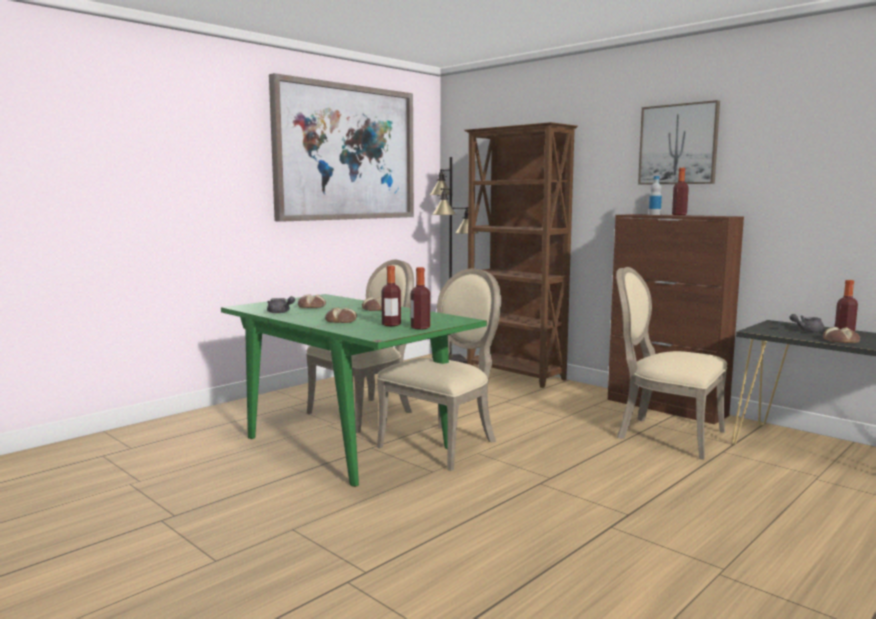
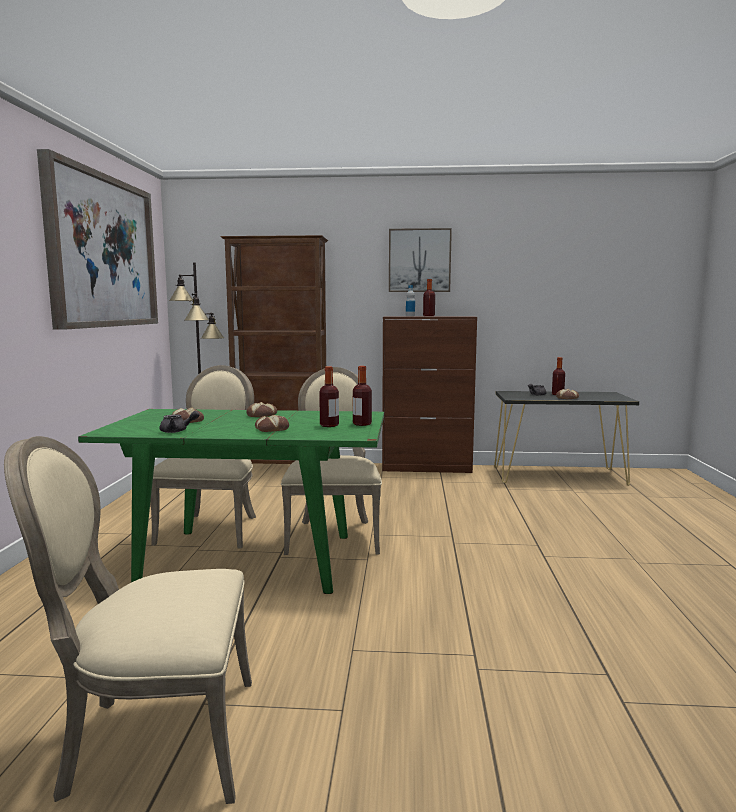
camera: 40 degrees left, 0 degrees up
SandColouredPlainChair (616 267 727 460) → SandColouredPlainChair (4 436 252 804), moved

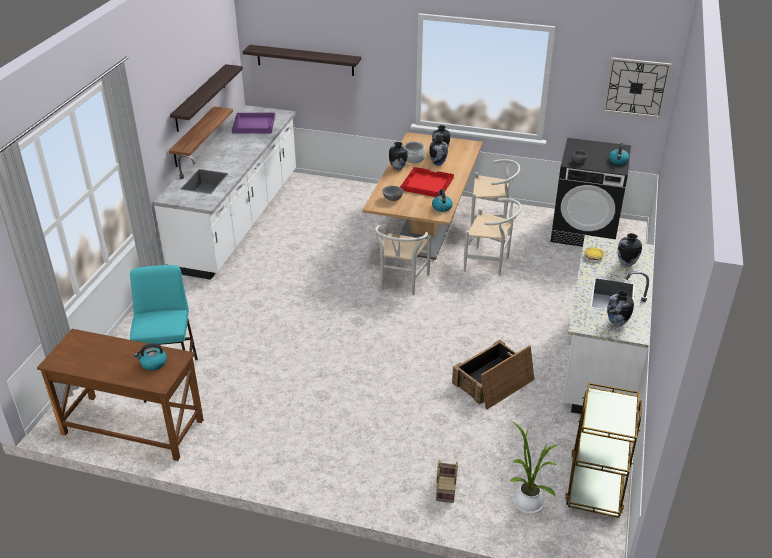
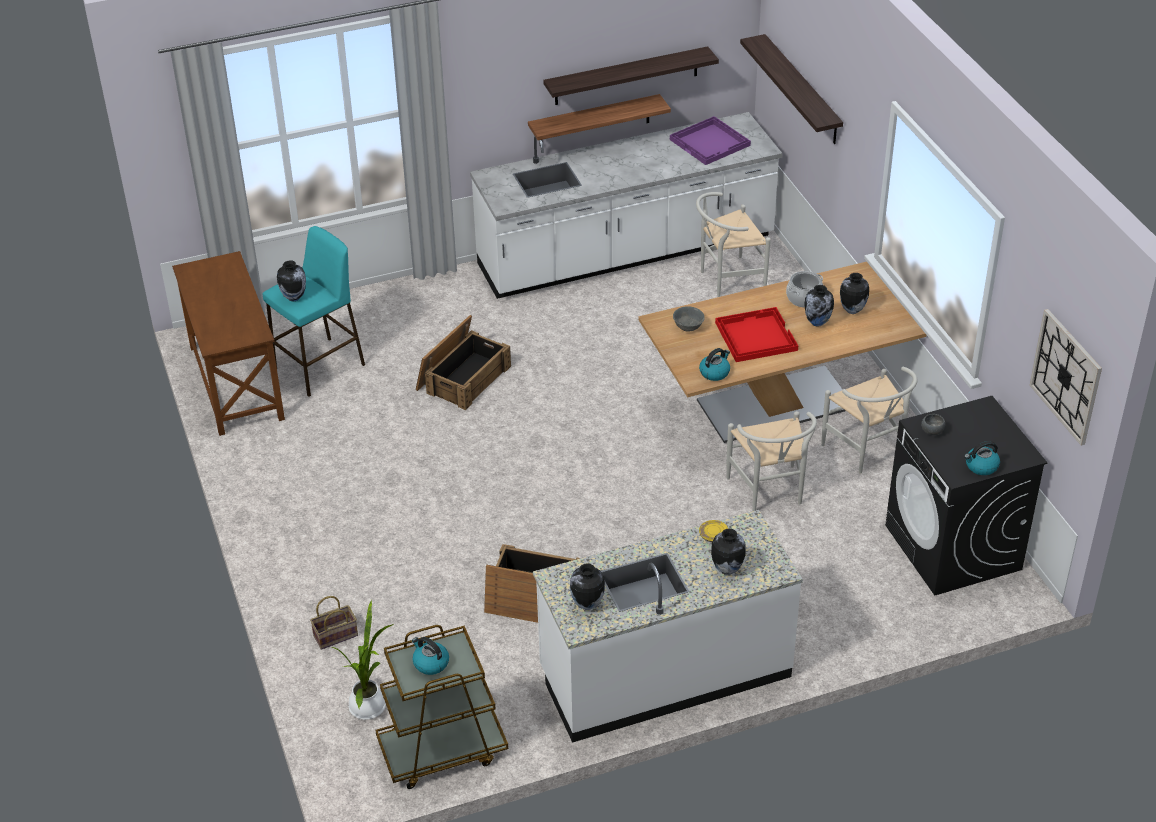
camera: 55 degrees right, 5 degrees up
DecorativeVase (389 142 407 170) → DecorativeVase (277 260 306 301), moved
WhitePlainChair (375 225 432 295) → WhitePlainChair (696 192 771 297), moved
WaterKettle (134 343 167 371) → WaterKettle (412 637 449 675), moved
- → ShippingCrate (416 315 511 410)

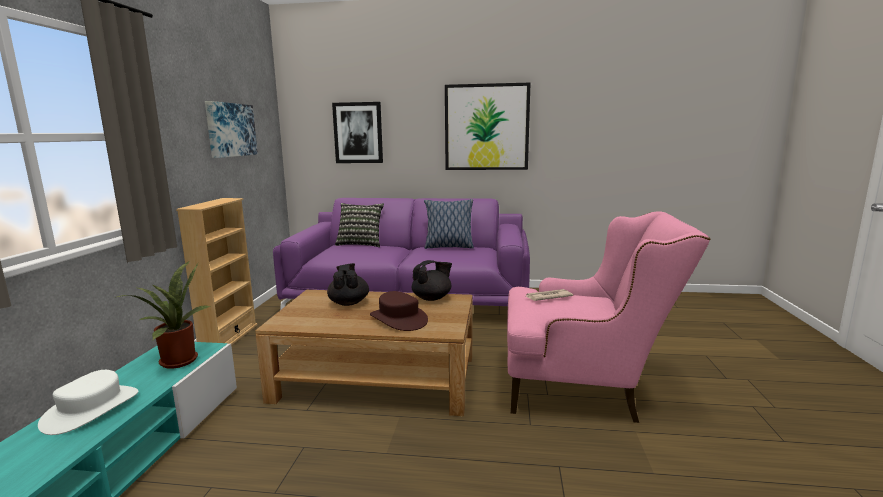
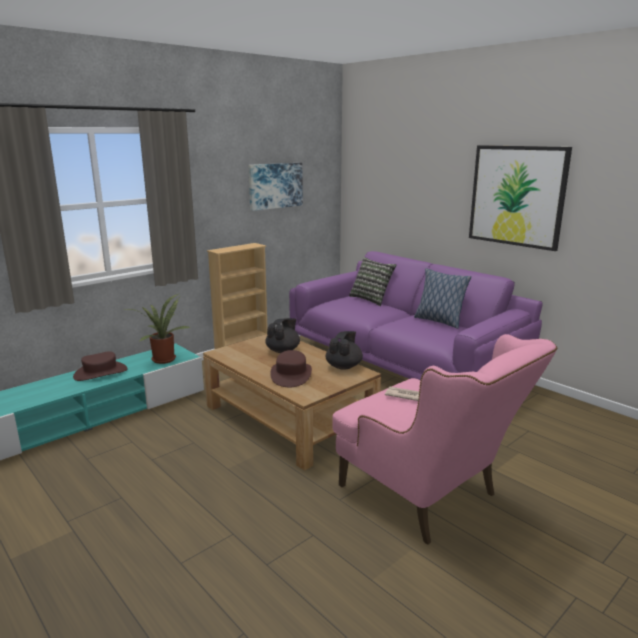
camera: 40 degrees right, 5 degrees up
WallArt (332 102 383 163) → -
BlackTeapot (412 260 452 301) → BlackTeapot (326 331 363 369), 75 degrees counterclockwise
WhiteWearableHat (38 370 138 435) → BrownColouredWearableHat (73 351 128 381)

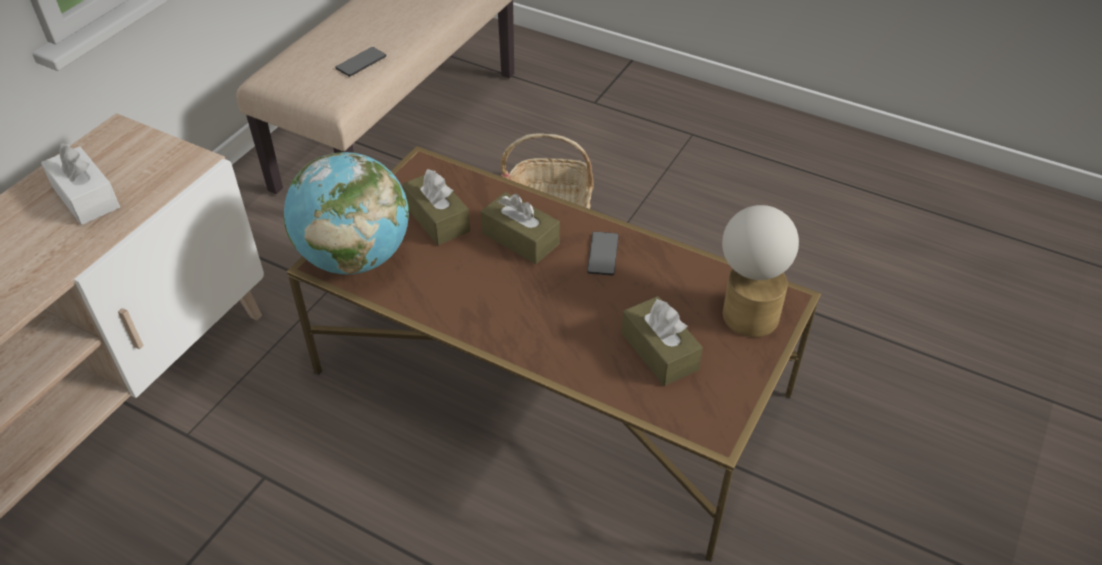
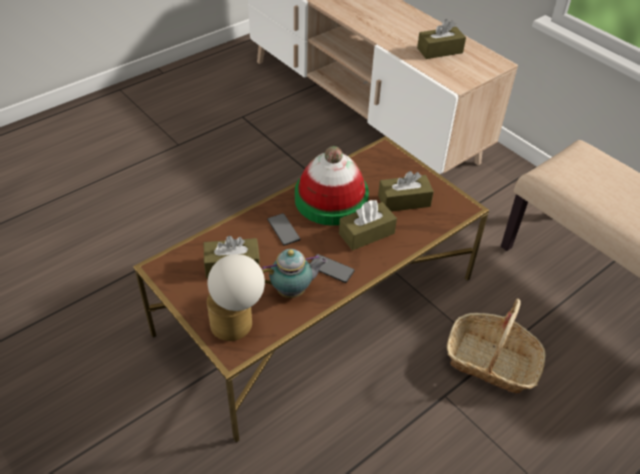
camera: 110 degrees right, 0 degrees up
Phone (336 47 386 76) → Phone (267 213 300 246), moved
WhiteTissueBox (41 143 120 225) → BrownColouredTissueBox (417 19 466 59)
WorldGlobe (284 152 409 274) → -
- → WearableHat (295 146 369 225)
- → Teapot (262 249 328 298)

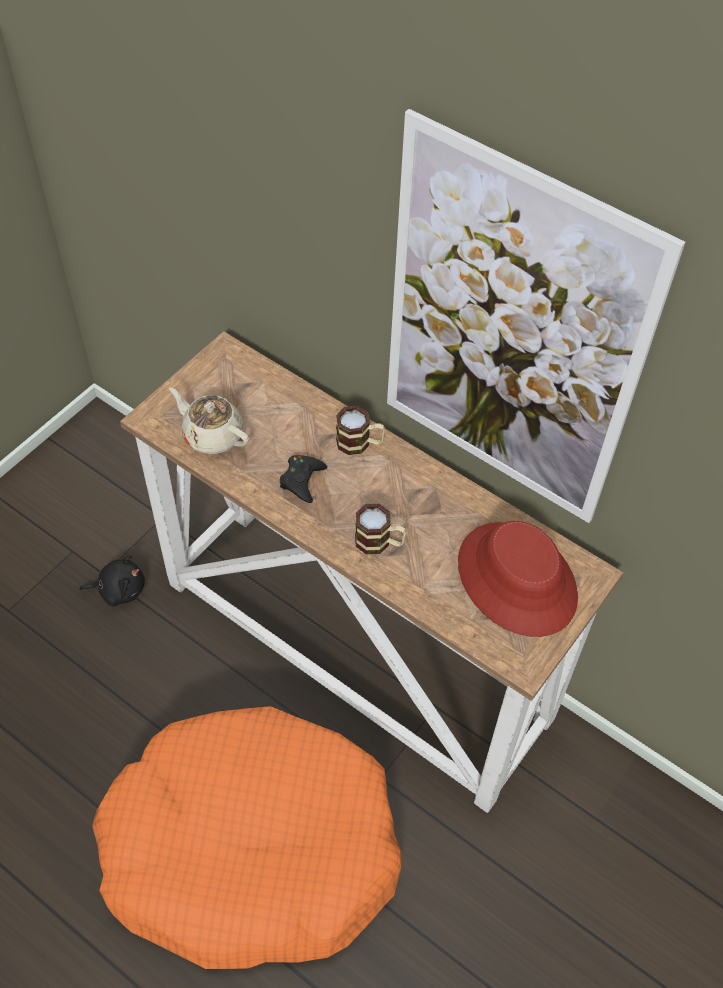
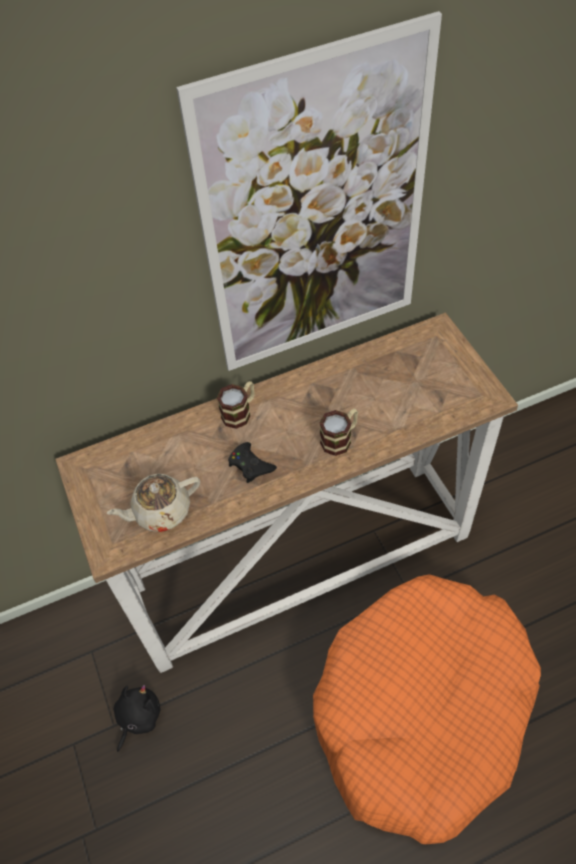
camera: 55 degrees left, 0 degrees up
RedWearableHat (458 521 578 637) → -

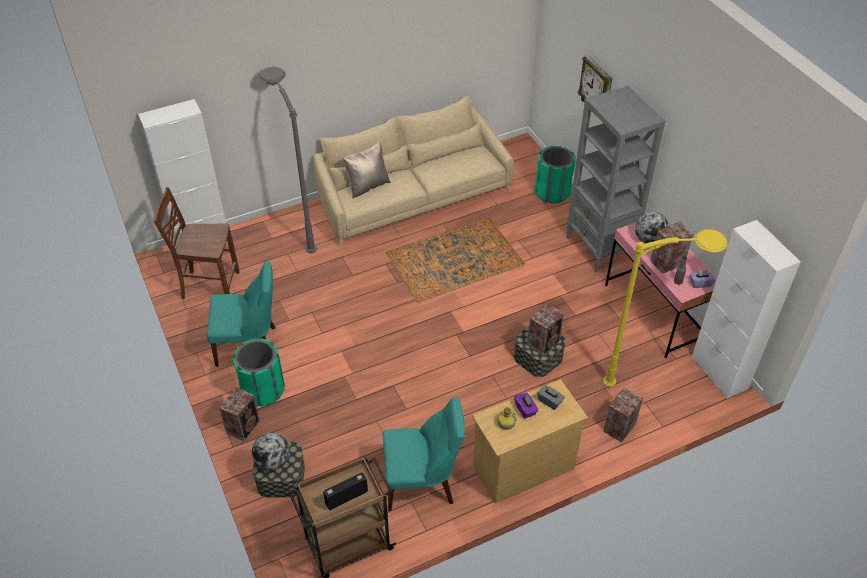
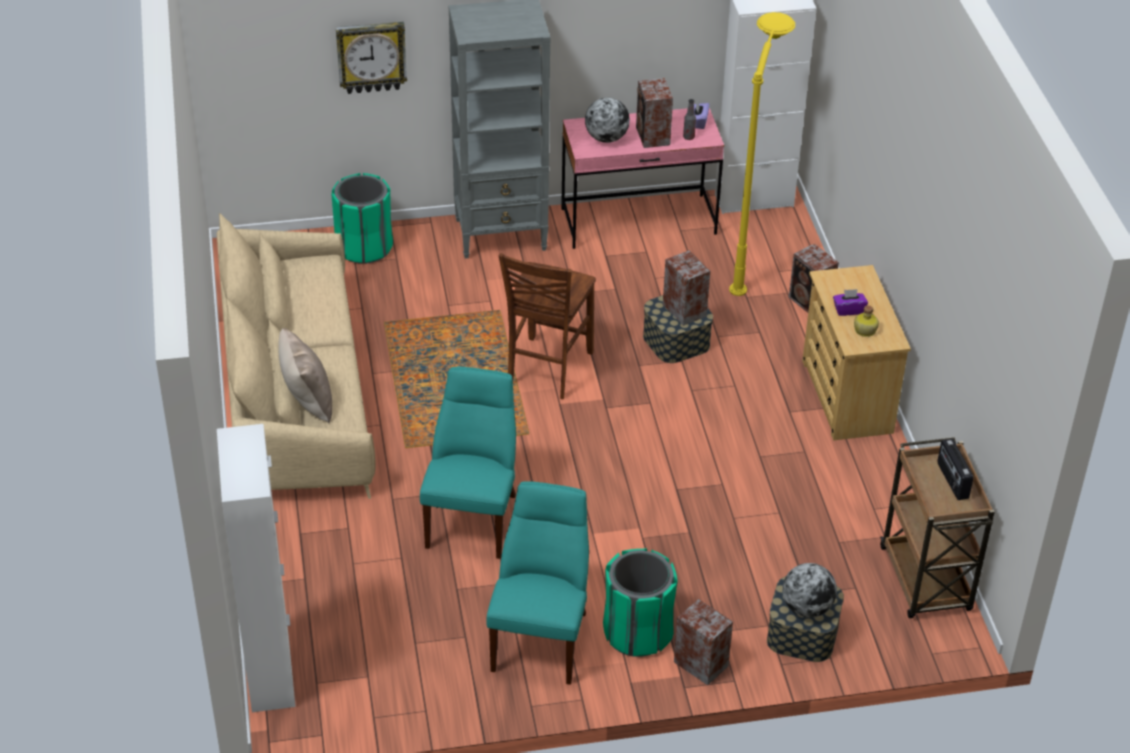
camera: 75 degrees left, 5 degrees down
GreyFloorLamp (259 67 317 253) → -
BrownColouredPlainChair (154 187 240 299) → BrownColouredPlainChair (499 253 596 399), moved
GreyTissueBox (537 385 565 410) → -
BlueGreenPlainChair (383 397 465 511) → BlueGreenPlainChair (420 367 516 559), moved

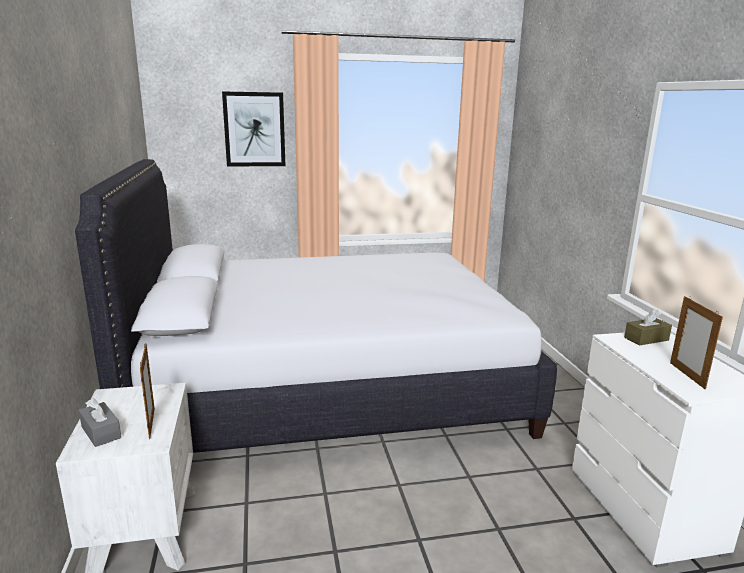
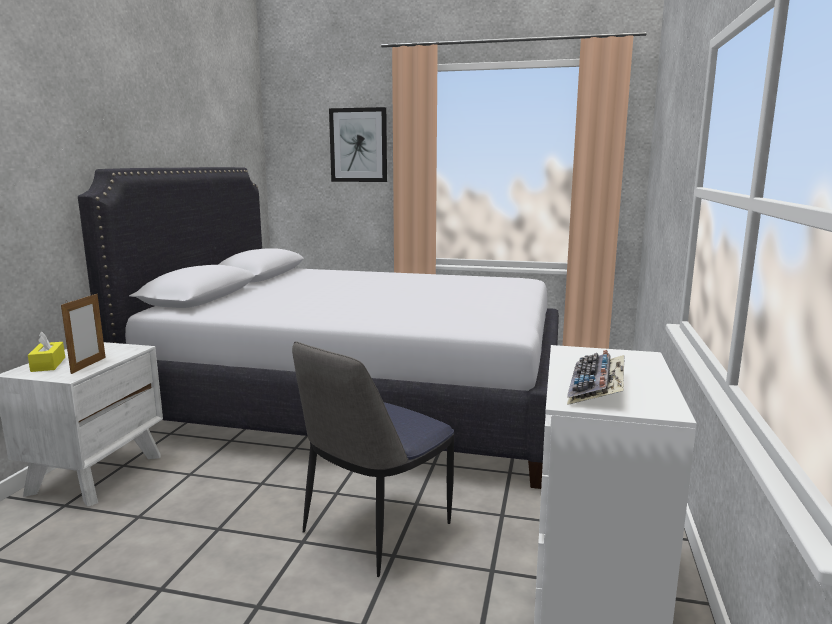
camera: 25 degrees right, 5 degrees down
StandingFrame (670 296 723 389) → PcKeyboard (567 350 624 405)
BrownColouredTissueBox (624 309 672 346) → -
GreyTissueBox (79 398 121 447) → YellowishTissueBox (28 331 65 372)
- → PlainChair (292 341 454 577)

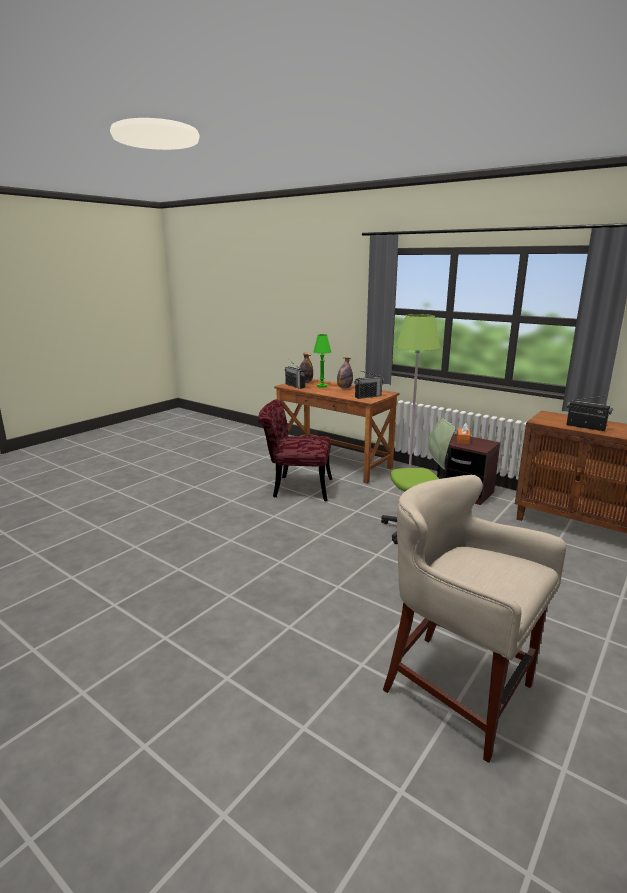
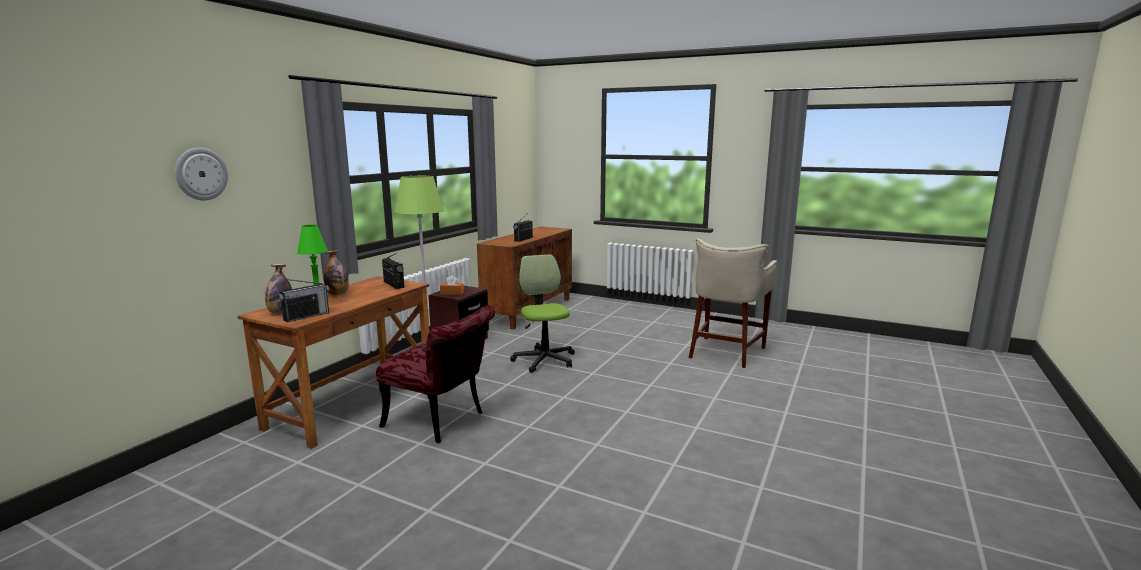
camera: 100 degrees left, 5 degrees down
RedPlainChair (258 399 332 501) → RedPlainChair (376 305 495 443), 60 degrees counterclockwise
- → ClockOnTheWall (175 147 228 200)

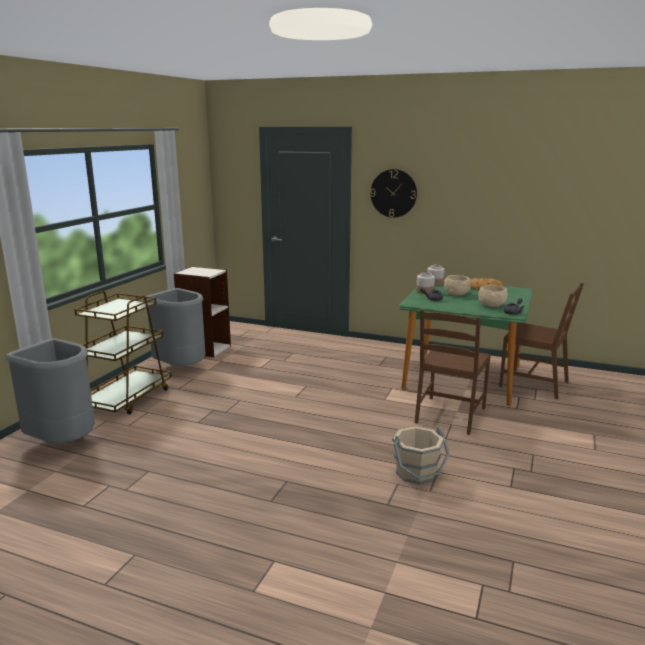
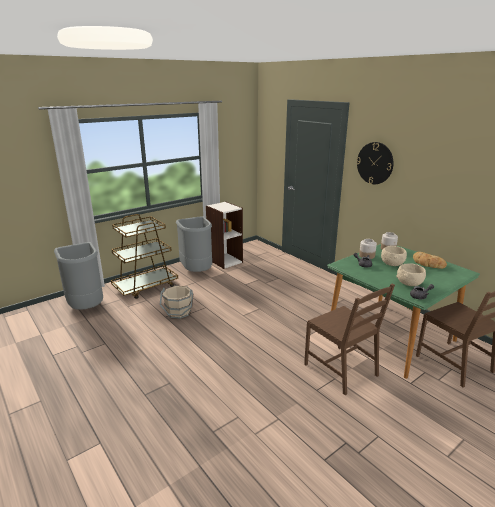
camera: 30 degrees right, 5 degrees up
BrownColouredPlainChair (415 309 491 435) → BrownColouredPlainChair (304 284 395 395), 90 degrees counterclockwise
SandColouredPail (392 426 450 485) → SandColouredPail (160 286 193 319), moved

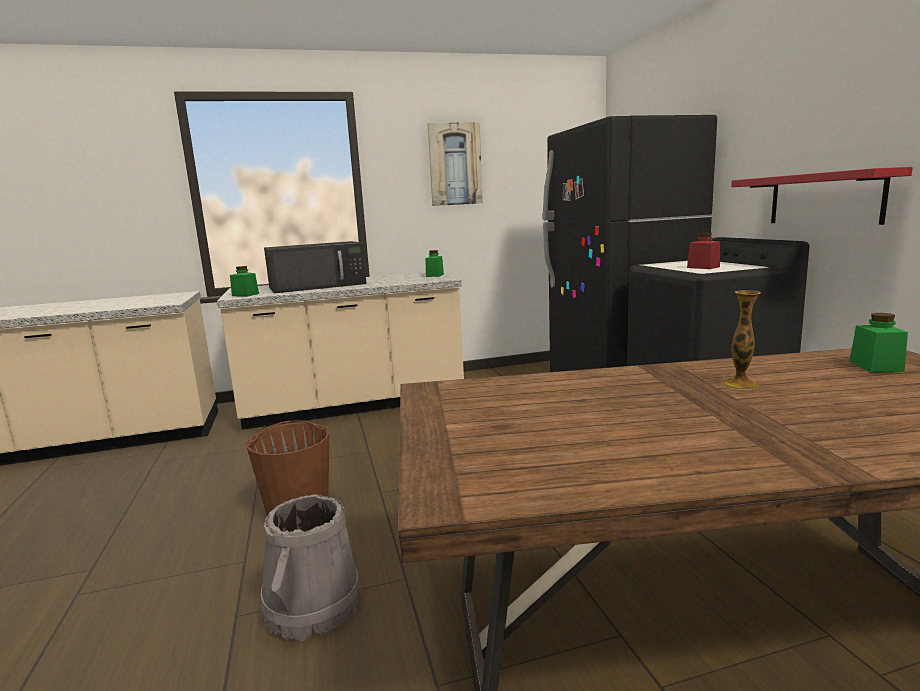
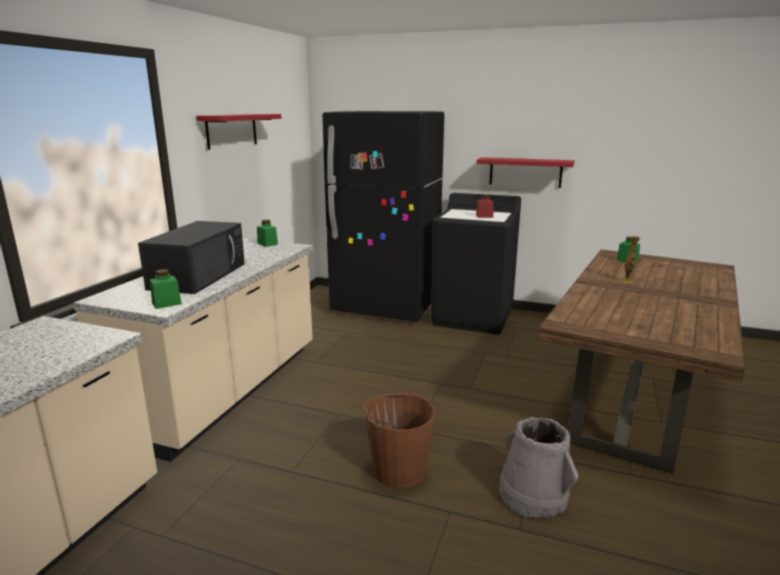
camera: 55 degrees left, 5 degrees up
WallArt (427 122 483 206) → RedWallShelf (196 114 281 150)

